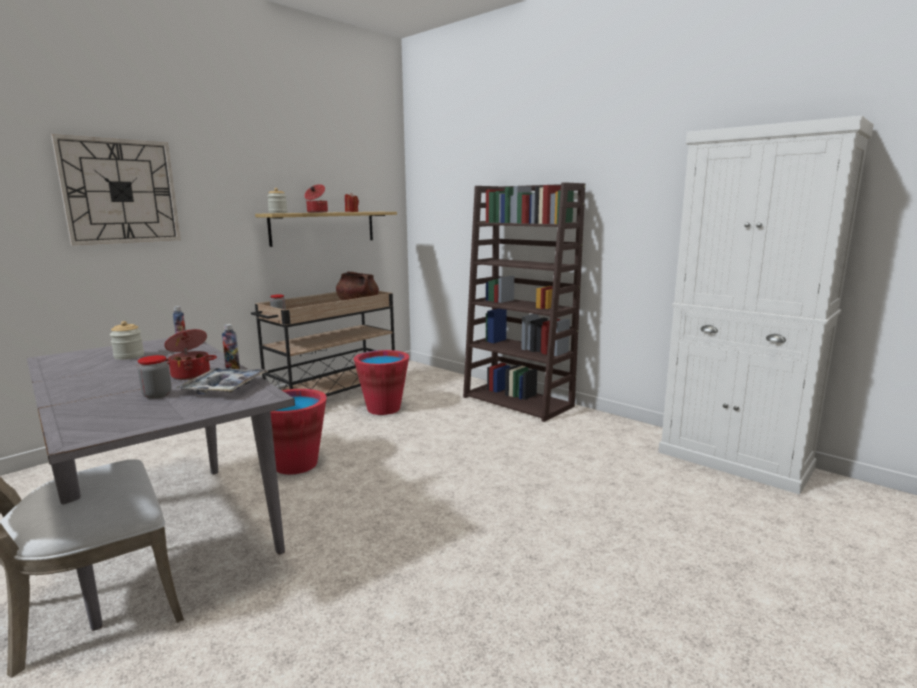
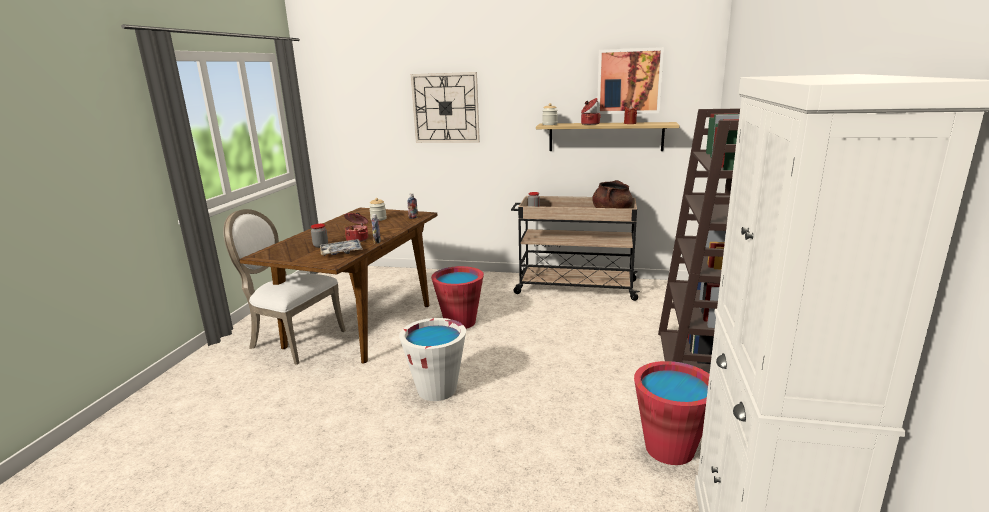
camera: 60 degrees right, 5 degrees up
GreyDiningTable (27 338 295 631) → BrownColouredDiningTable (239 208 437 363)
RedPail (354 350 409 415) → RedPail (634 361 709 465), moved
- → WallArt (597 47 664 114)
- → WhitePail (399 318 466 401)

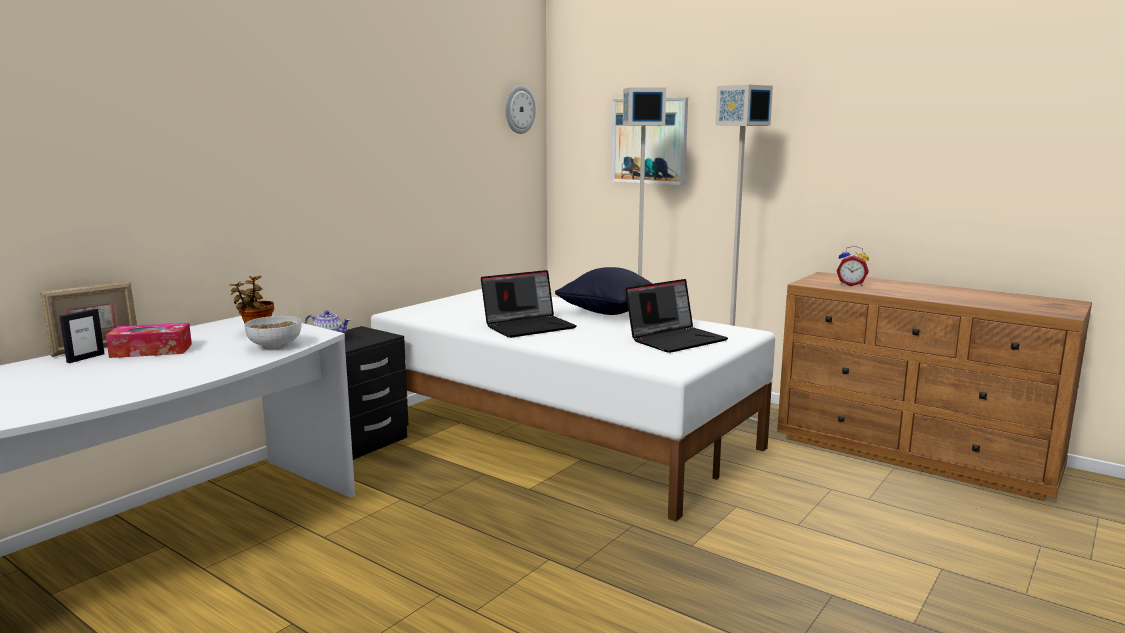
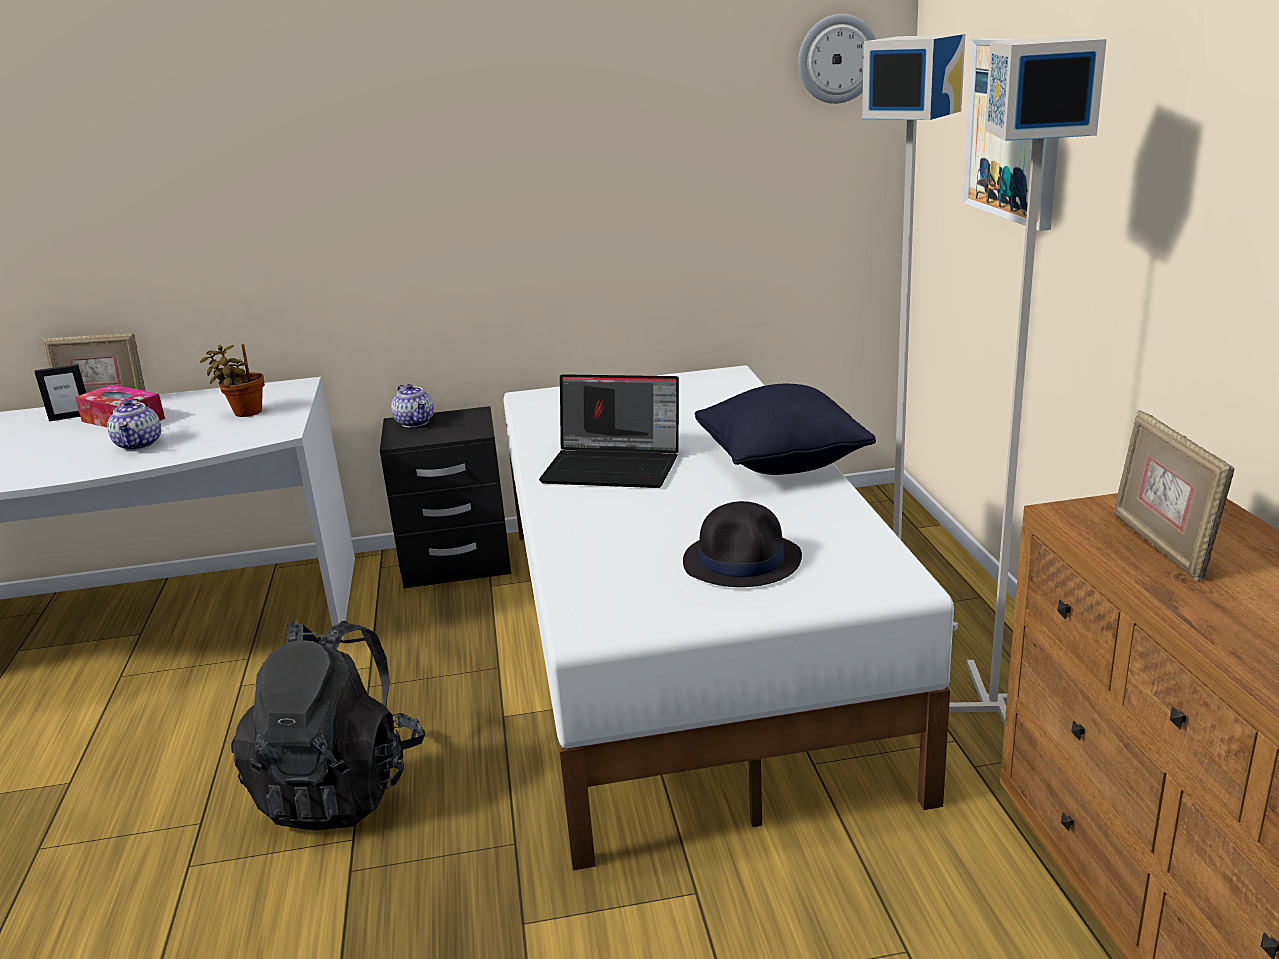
camera: 45 degrees right, 10 degrees up
BedsideClock (837 246 869 286) → StandingFrame (1114 410 1235 582)
PortableComputer (625 279 728 353) → BlackWearableHat (683 501 802 587)
DeepDish (244 316 301 350) → -
- → Teapot (107 399 161 450)
- → BlackRucksack (231 621 425 831)

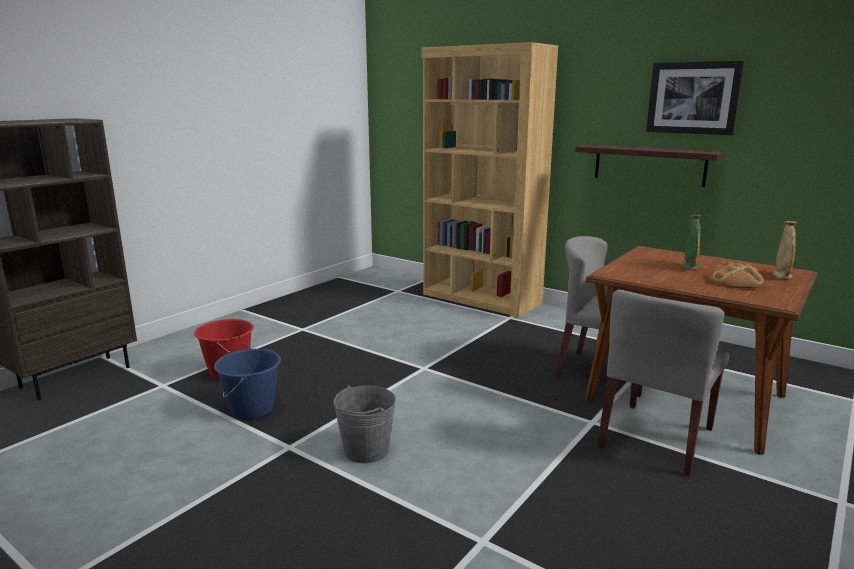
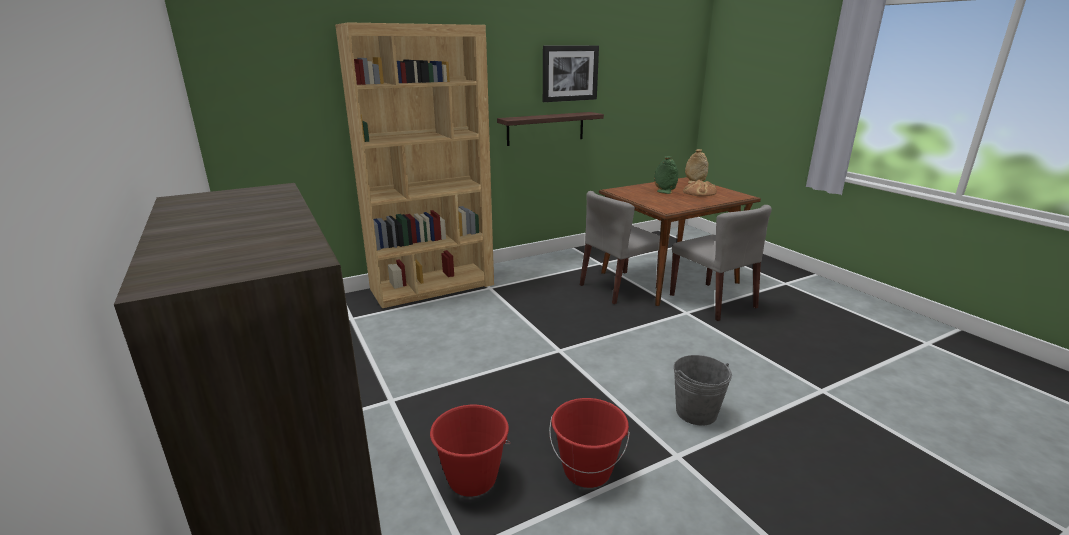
camera: 65 degrees left, 5 degrees up
BluePail (214 349 281 420) → RedPail (549 398 630 488)

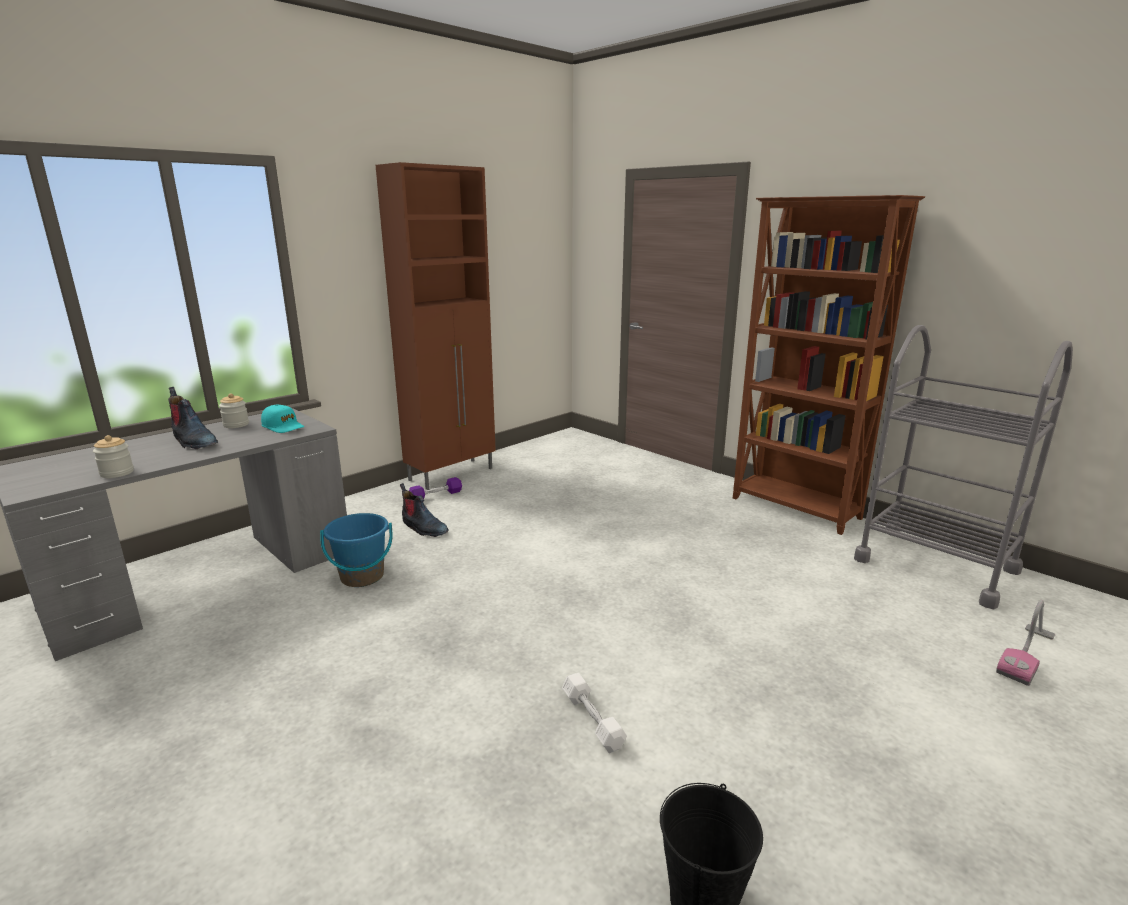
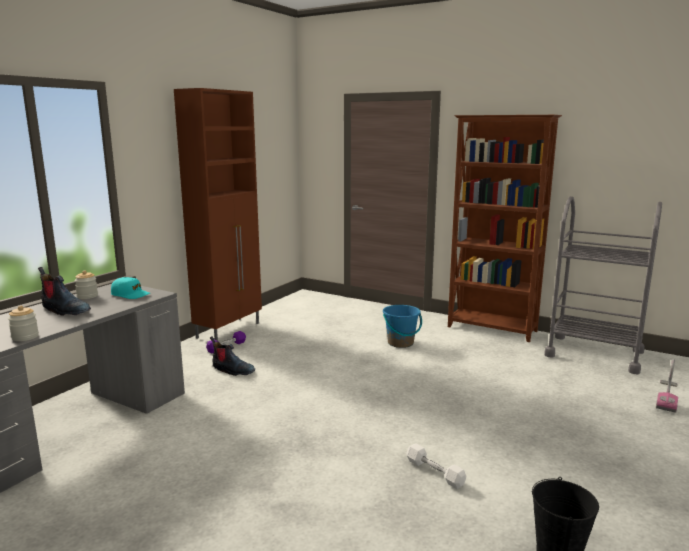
camera: 15 degrees left, 5 degrees down
BluePail (320 513 392 587) → BluePail (383 305 422 348), moved

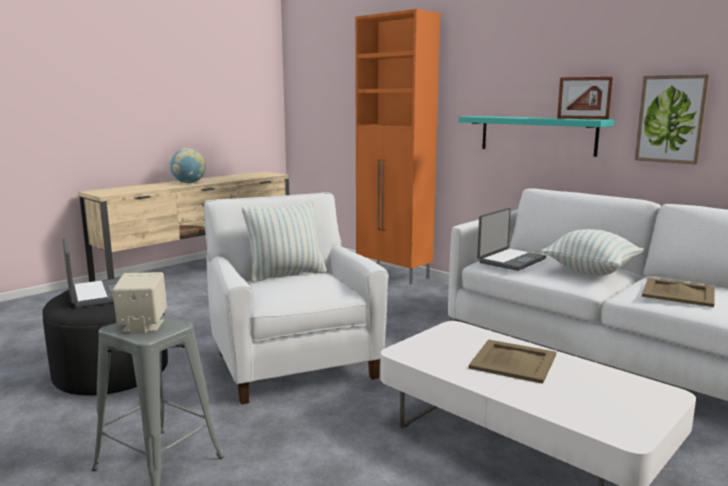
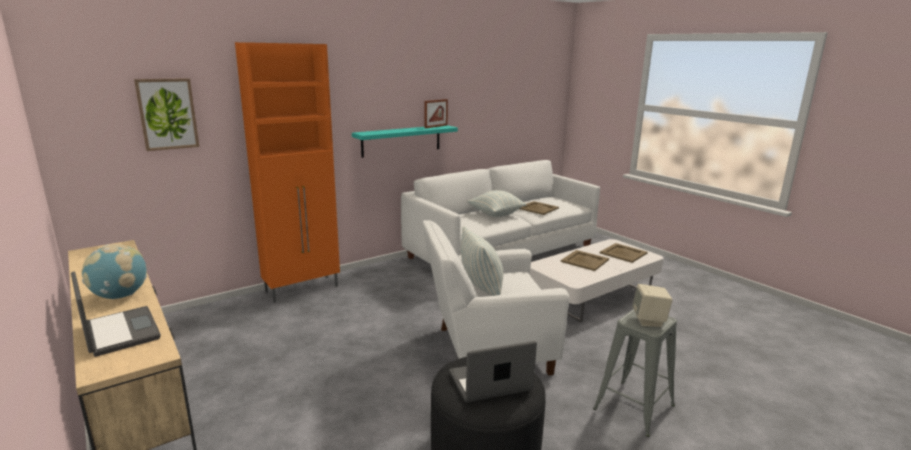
camera: 80 degrees left, 5 degrees up
WallArt (635 74 710 165) → WallArt (134 78 199 151), moved
PortableComputer (477 208 547 271) → PortableComputer (71 272 161 357), moved
- → SandColouredServingTray (600 243 648 263)

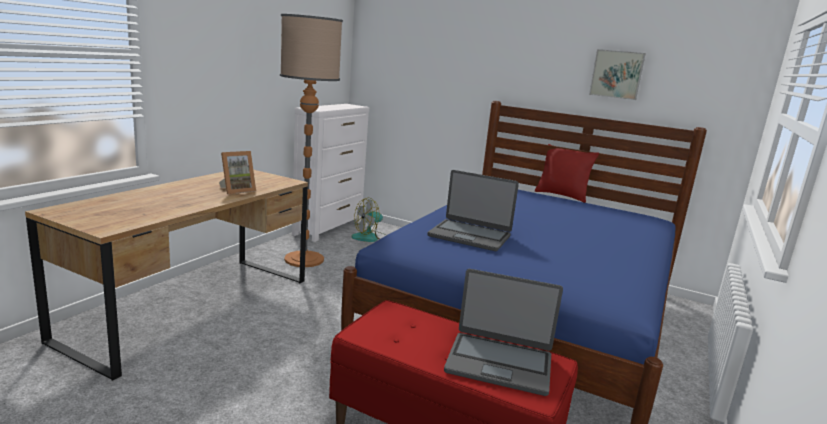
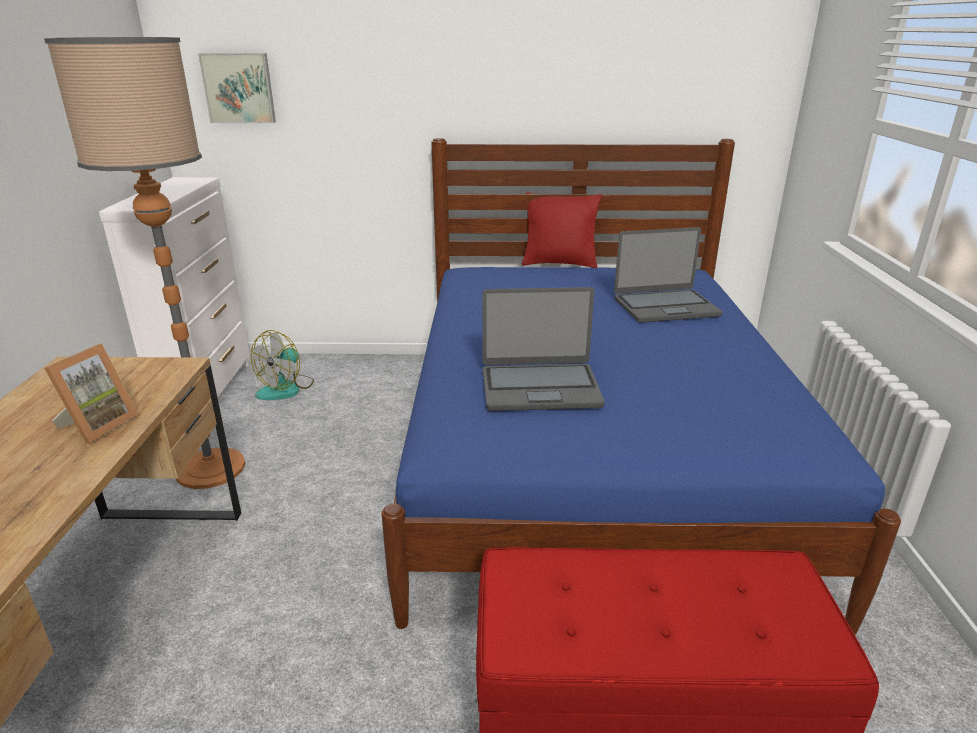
camera: 25 degrees left, 10 degrees up
WallArt (589 49 646 100) → WallArt (198 53 276 123), moved
PortableComputer (444 269 563 396) → PortableComputer (614 227 722 323), moved

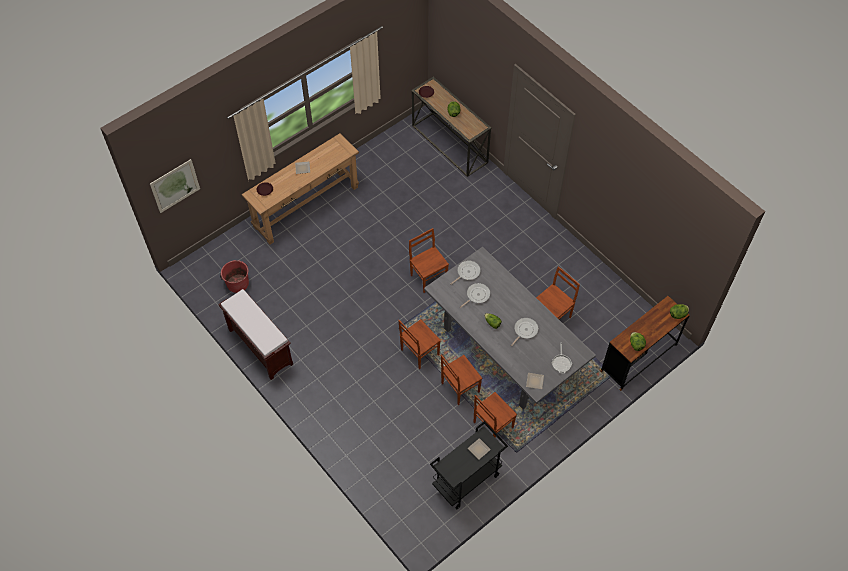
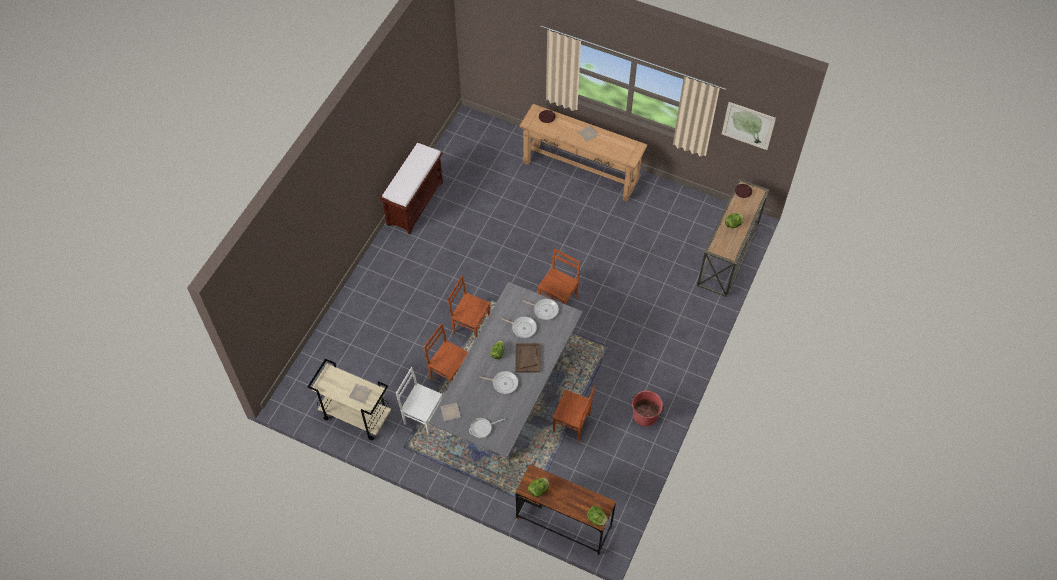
camera: 65 degrees right, 0 degrees up
WallArt (150 159 200 213) → WallArt (722 102 776 150), moved
RedPail (220 260 249 293) → RedPail (632 391 664 426), moved
BrownColouredPlainChair (474 392 517 438) → WhitePlainChair (396 367 442 435)
BlackWheeledCart (430 421 508 509) → SandColouredWheeledCart (308 359 391 440)
- → BrownColouredServingTray (515 343 540 373)

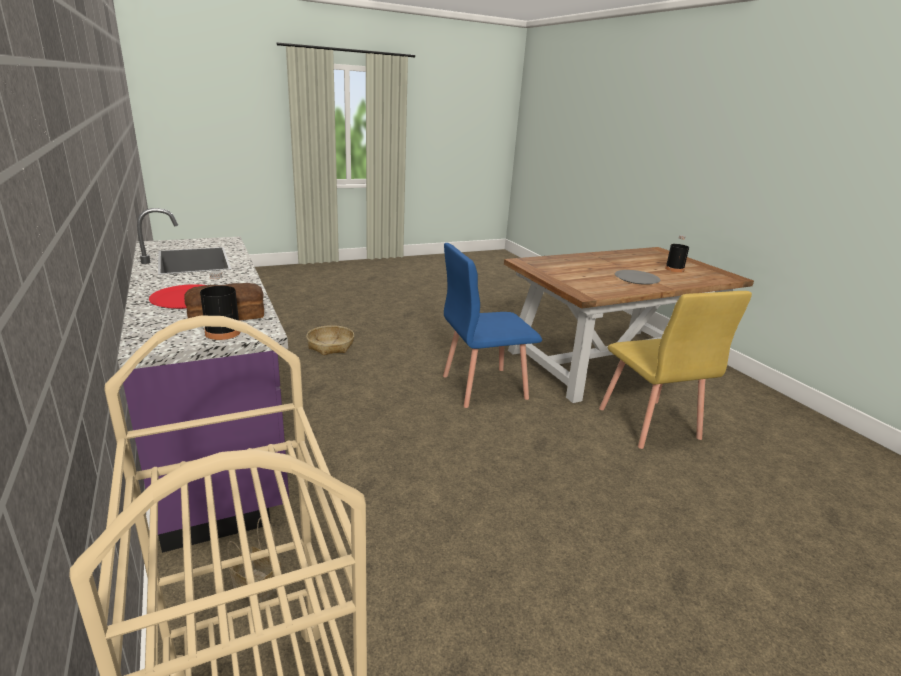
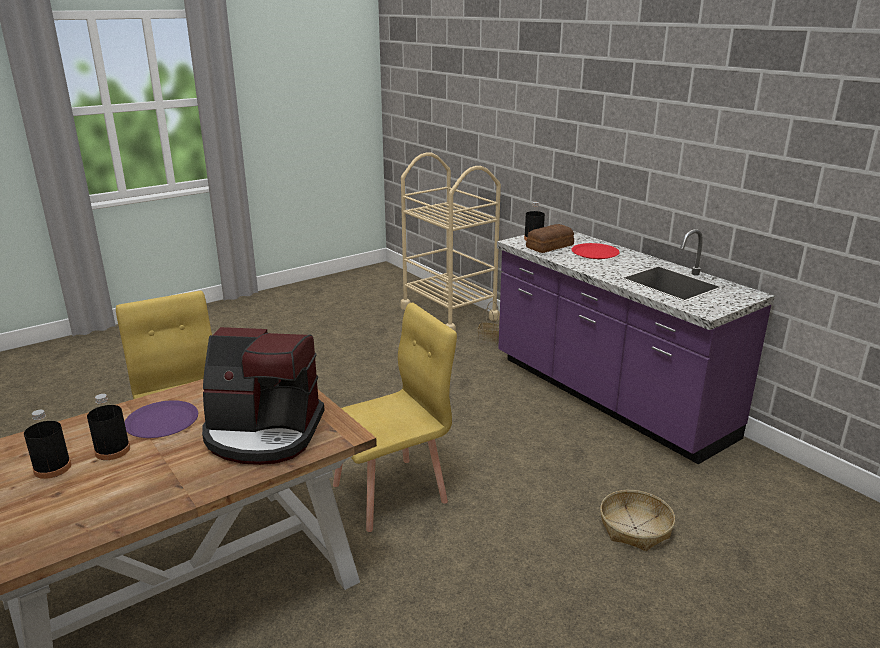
camera: 170 degrees right, 0 degrees up
BluePlainChair (443 243 542 408) → YellowishPlainChair (333 303 457 532)
GreyPlate (615 270 660 285) → PurplePlate (125 400 198 438)
- → CoffeeMaker (202 327 324 465)
- → BlackBottle (87 394 130 460)

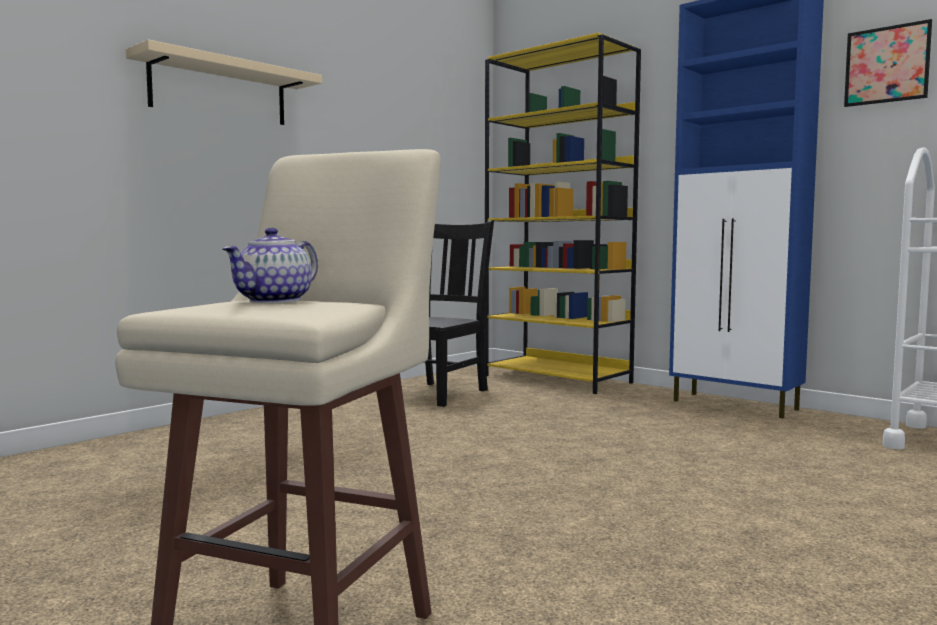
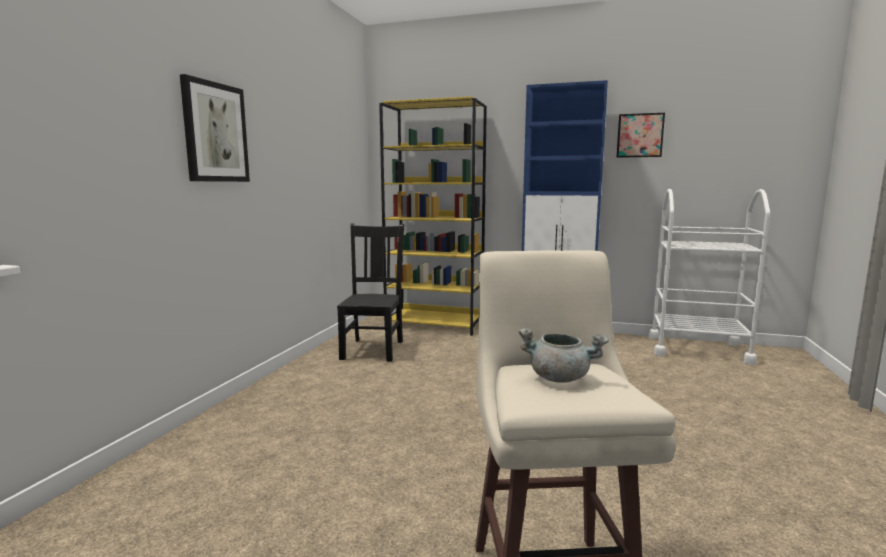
camera: 25 degrees left, 5 degrees up
SandColouredWallShelf (126 39 322 125) → WallArt (180 74 250 182)
Teapot (222 228 318 303) → GreySaucepot (518 328 609 383)

